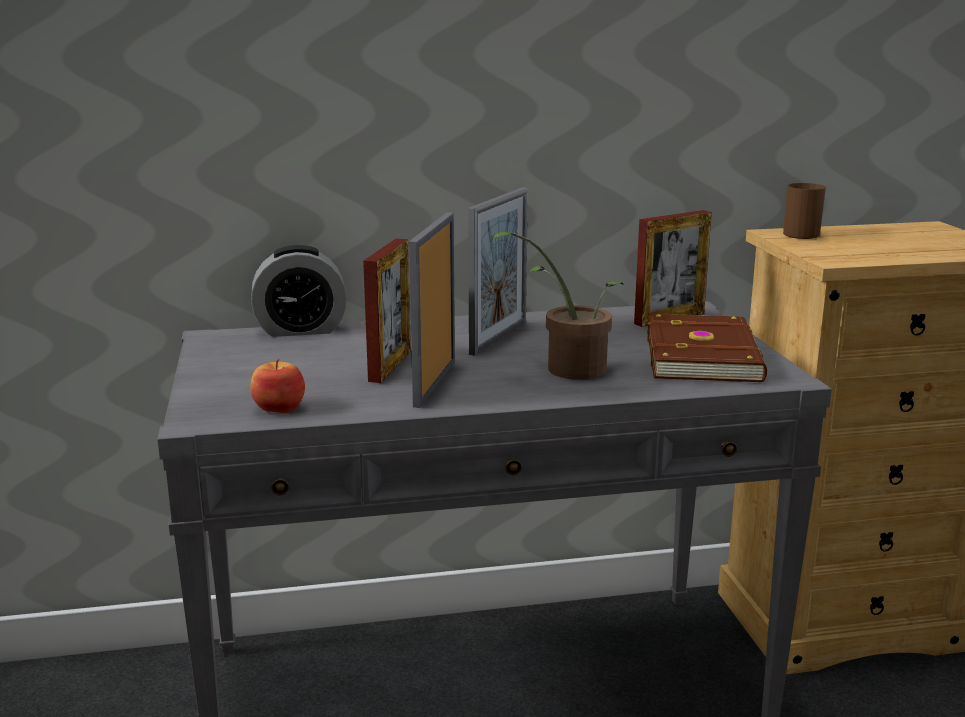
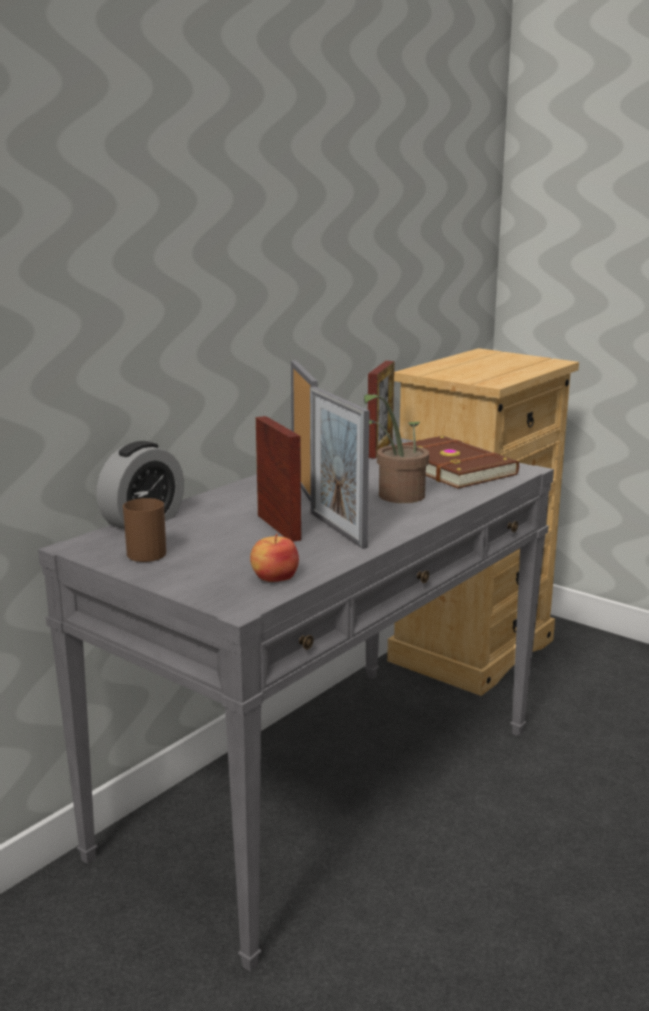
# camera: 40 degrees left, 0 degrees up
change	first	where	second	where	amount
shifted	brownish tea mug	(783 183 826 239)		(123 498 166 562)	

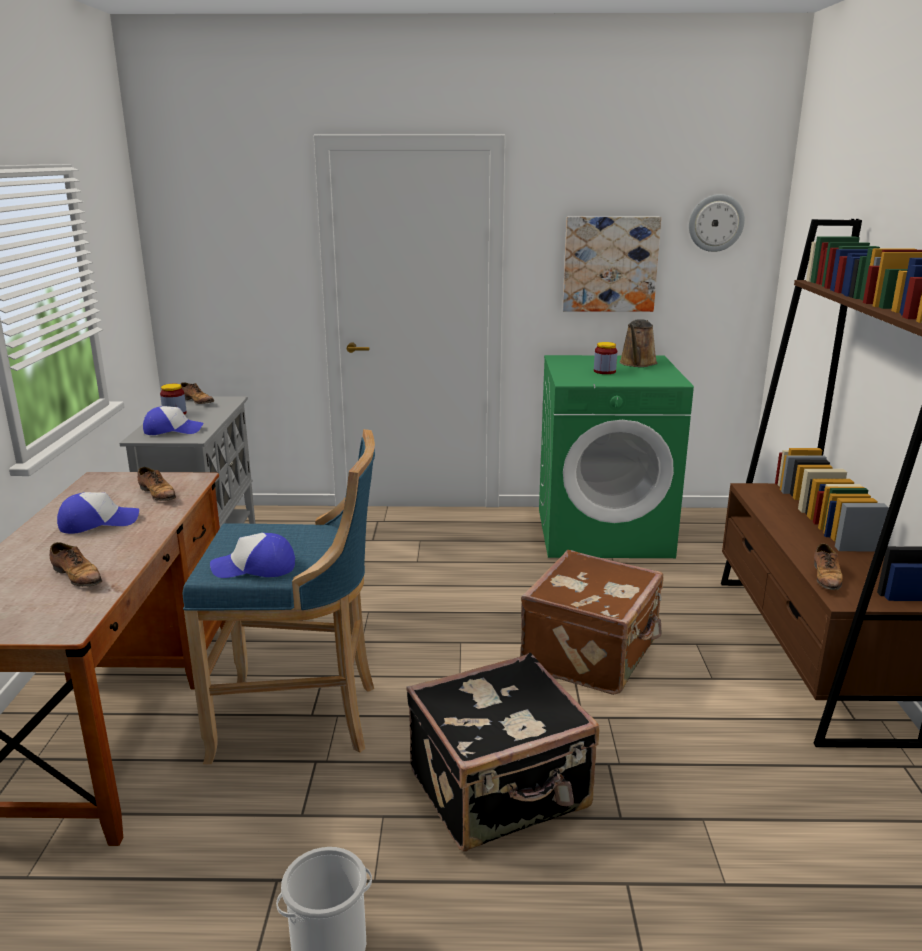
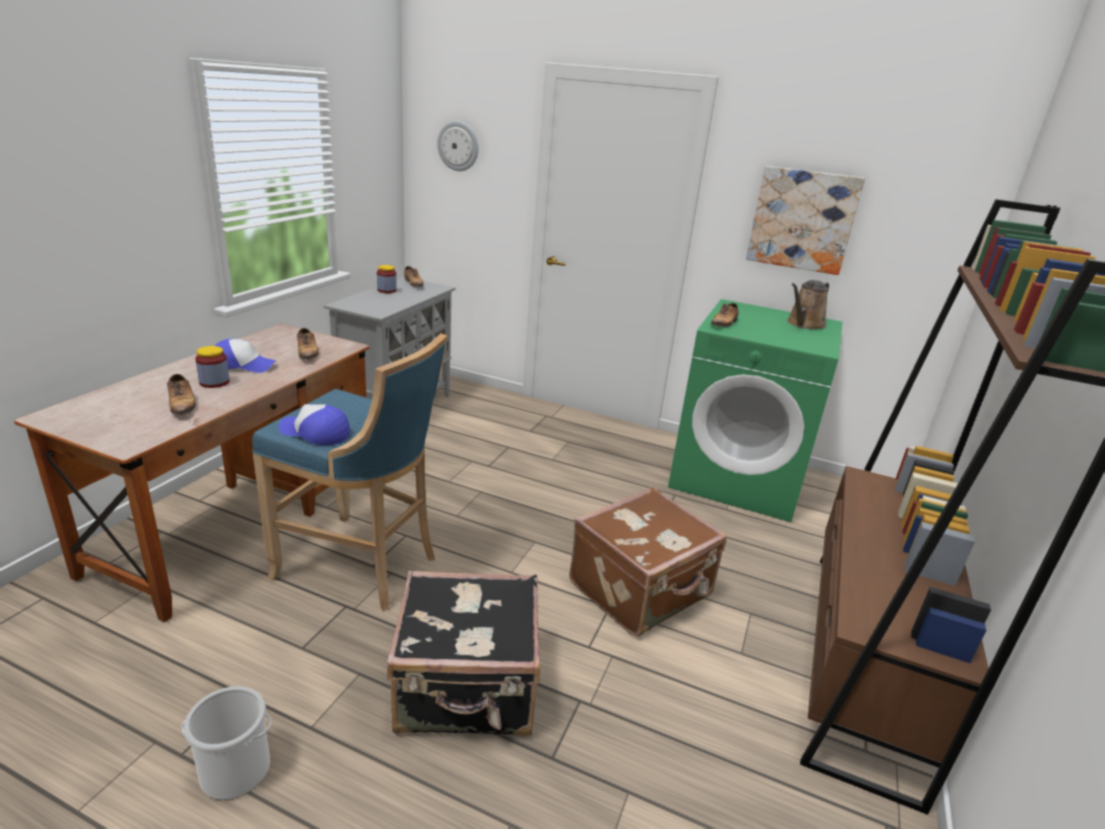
# camera: 20 degrees right, 5 degrees up
change	first	where	second	where	amount
shifted	clock on the wall	(689 194 745 252)		(437 121 478 171)	
shifted	storage jar	(594 342 617 374)		(195 346 230 388)	
gone	peaked cap	(143 406 203 435)			
shifted	shoe	(814 543 843 590)		(711 303 739 327)	

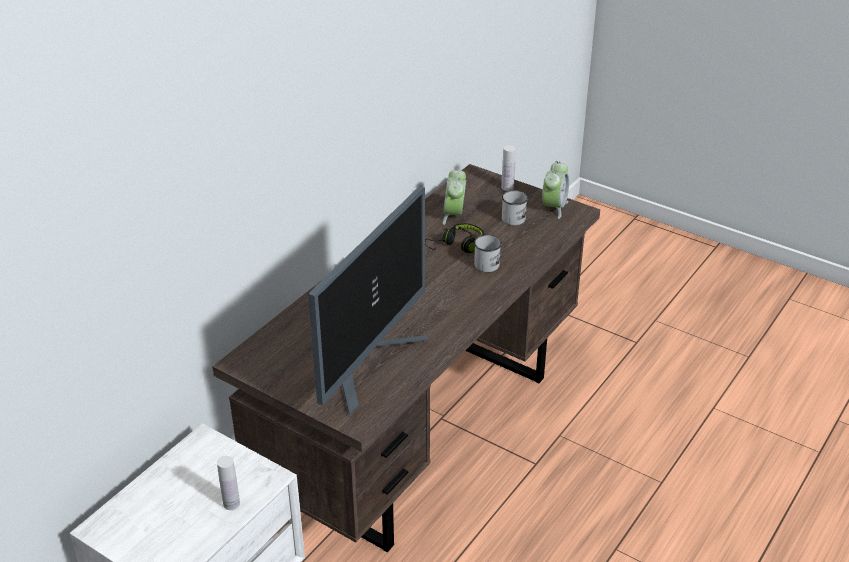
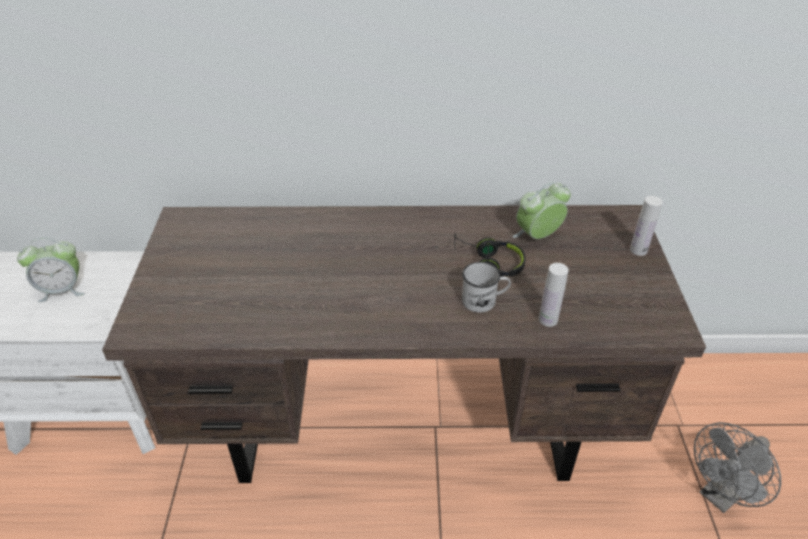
# camera: 55 degrees right, 5 degrees up
change	first	where	second	where	amount
shifted	bedside clock	(542 161 569 219)		(17 237 85 302)	
gone	computer screen	(309 186 428 416)			
gone	white tea mug	(502 190 528 225)			
shifted	white beverage bottle	(217 456 240 510)		(539 263 569 327)	
new			grey fan	(694 422 781 513)	

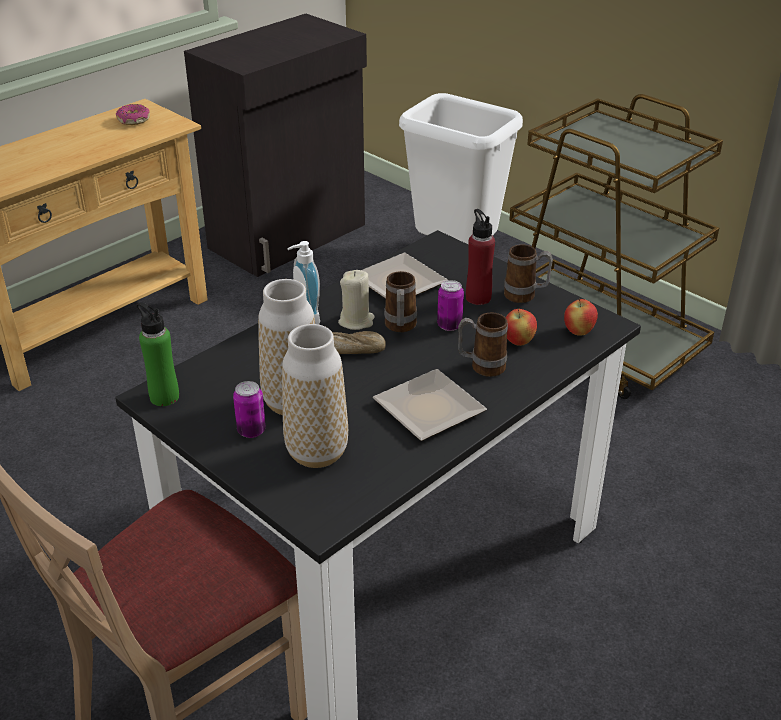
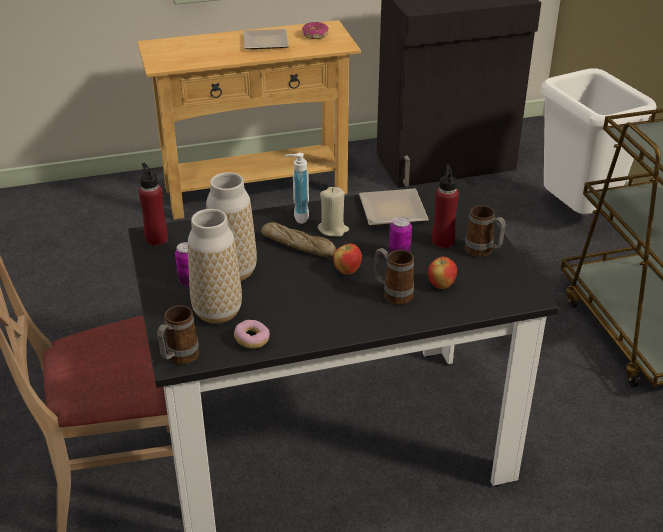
# camera: 30 degrees right, 0 degrees up
change	first	where	second	where	amount
shifted	tea mug	(384 271 417 332)		(157 305 199 365)	
shifted	whole apple	(564 298 598 336)		(333 242 362 275)	
repainted	greenish beverage bottle	(137 302 179 406)	red beverage bottle	(139 163 168 246)	
shifted	plate	(373 369 487 441)		(243 29 289 49)	
new			doughnut	(234 320 270 349)	

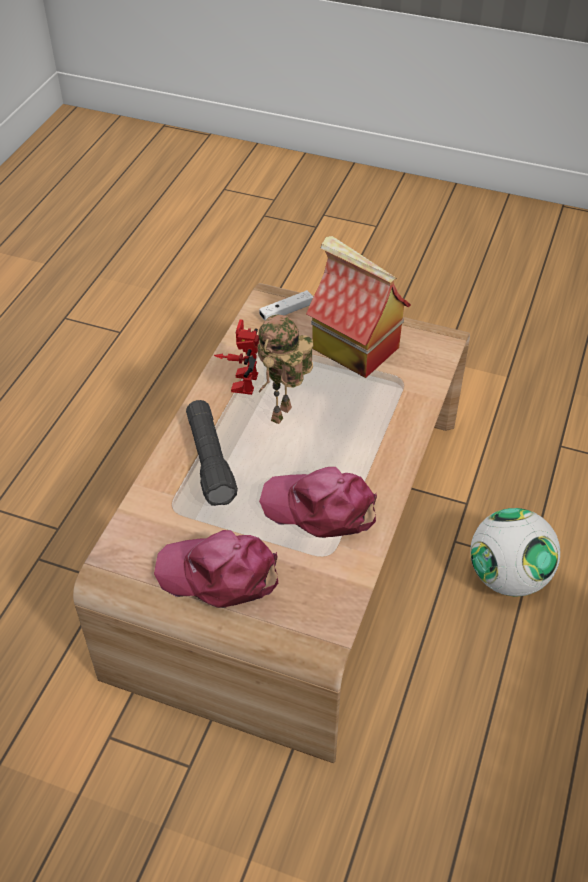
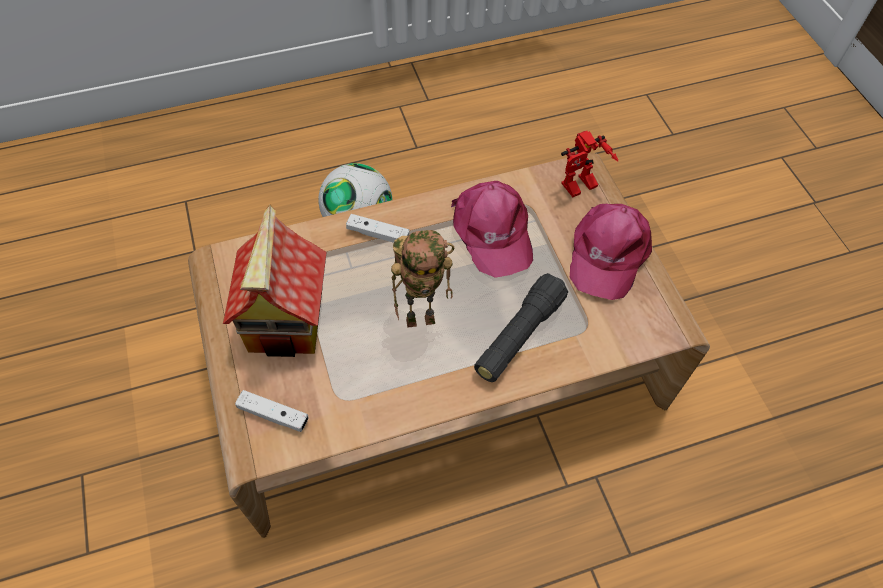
# camera: 130 degrees left, 10 degrees up
change	first	where	second	where	amount
shifted	toy robot	(214 319 259 395)		(561 131 618 197)	
rotated	pink-coloured peaked cap	(154 530 278 608)		(570 204 652 300)	45 degrees clockwise
new			white gamepad	(346 214 409 243)	

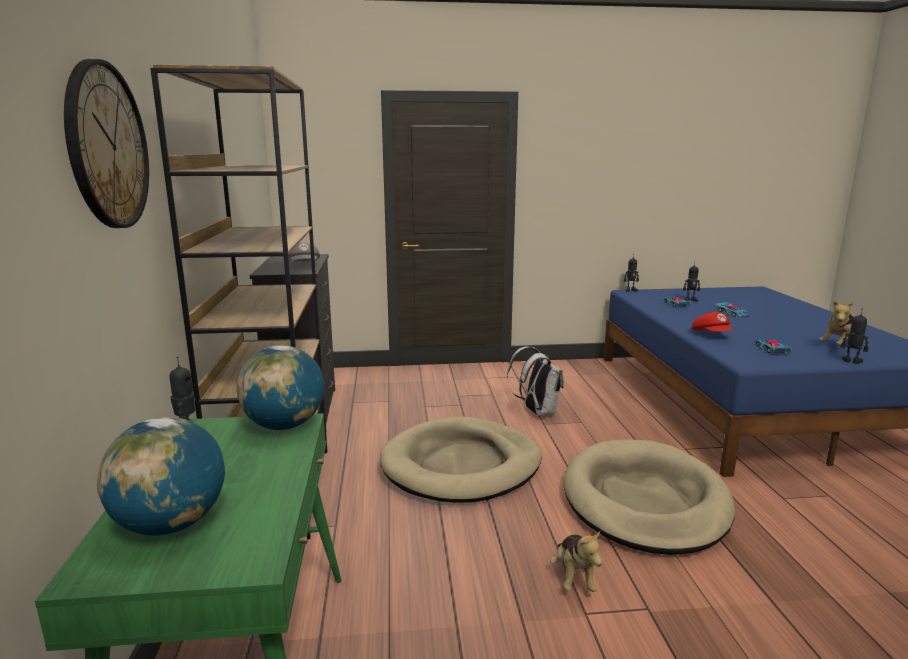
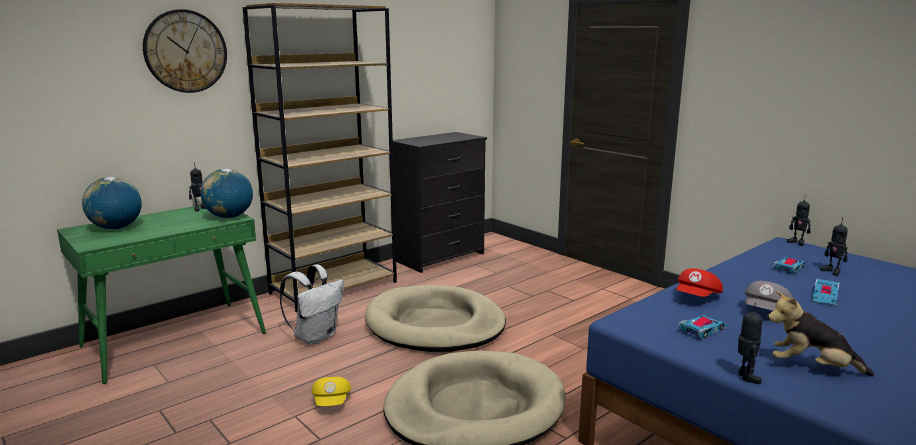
# camera: 55 degrees right, 0 degrees up
change	first	where	second	where	amount
shifted	grey peaked cap	(288 243 320 263)		(745 281 793 311)	
shifted	white rucksack	(507 347 564 416)		(279 264 344 345)	
swapped	cuddly toy	(550 531 602 592)	yellow peaked cap	(311 377 351 406)	

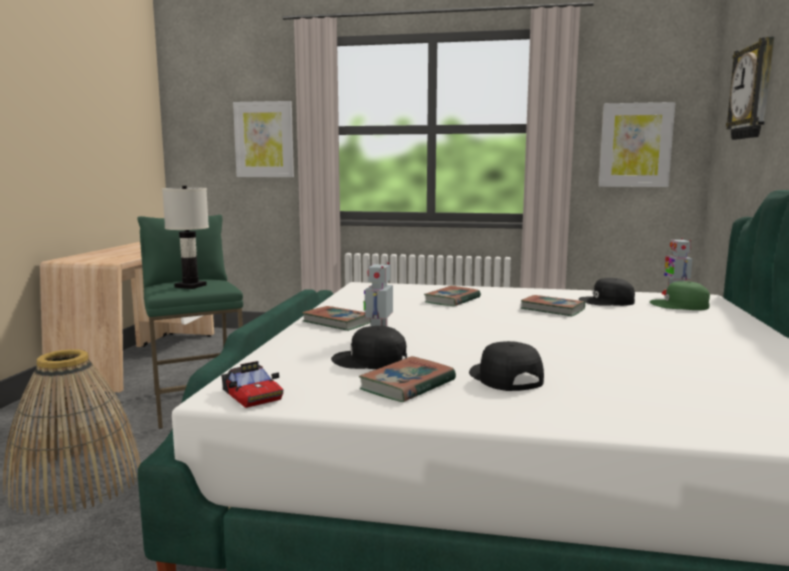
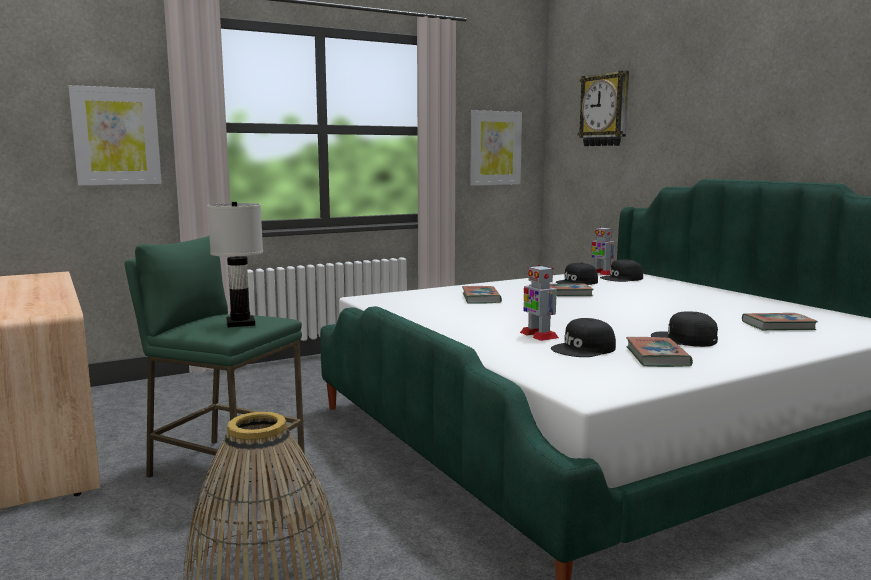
# camera: 40 degrees left, 0 degrees up
change	first	where	second	where	amount
repainted	greenish peaked cap	(650 281 710 310)	black-coloured peaked cap	(600 259 643 282)	
shifted	volume	(302 306 371 331)		(742 313 818 330)	
gone	model car	(221 361 283 408)			

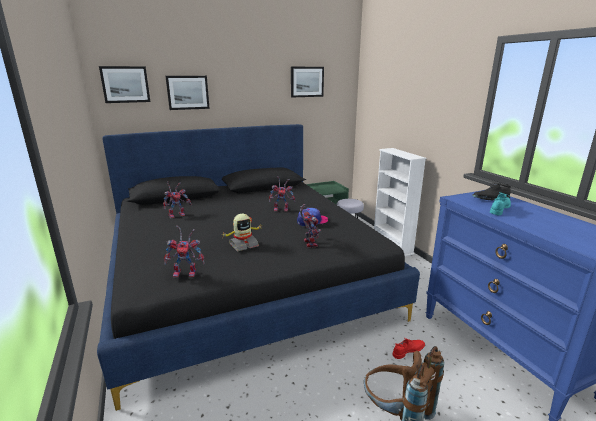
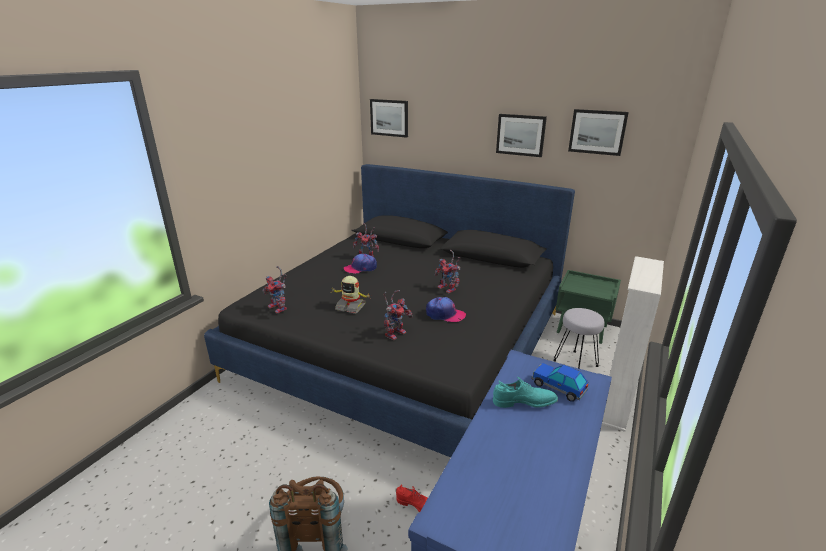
# camera: 50 degrees right, 5 degrees up
change	first	where	second	where	amount
shifted	wall picture	(165 76 210 110)		(496 114 547 157)	
swapped	black-coloured shoe	(472 183 511 200)	model car	(531 363 588 402)	
new			peaked cap	(343 254 377 274)	

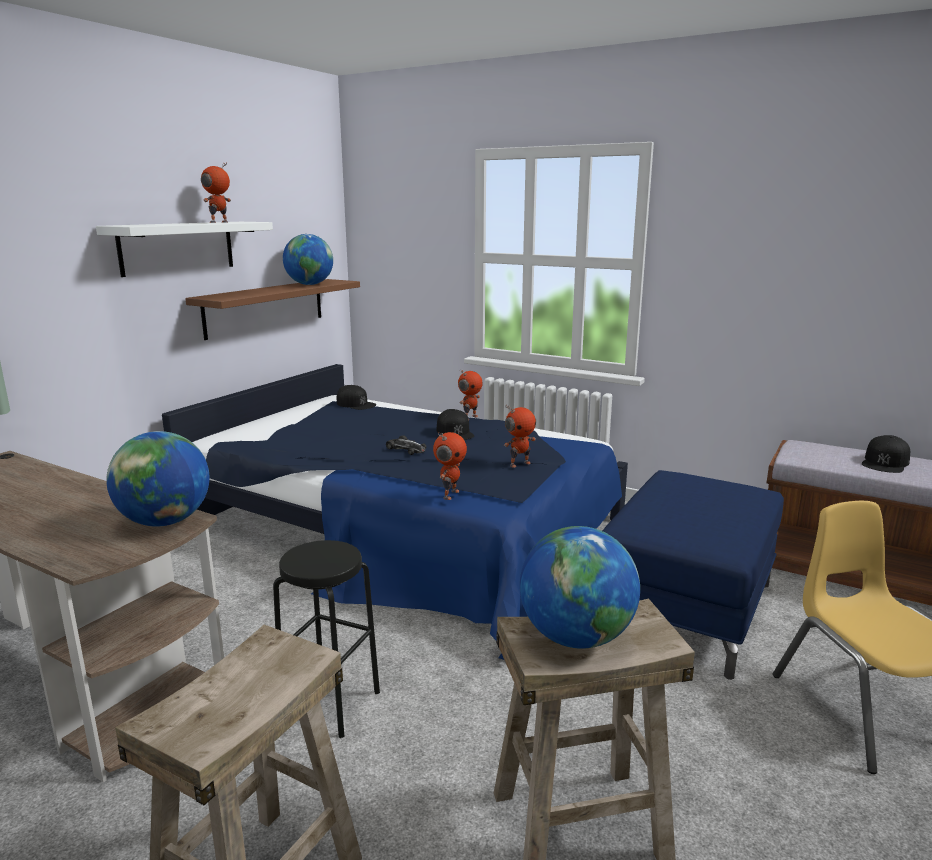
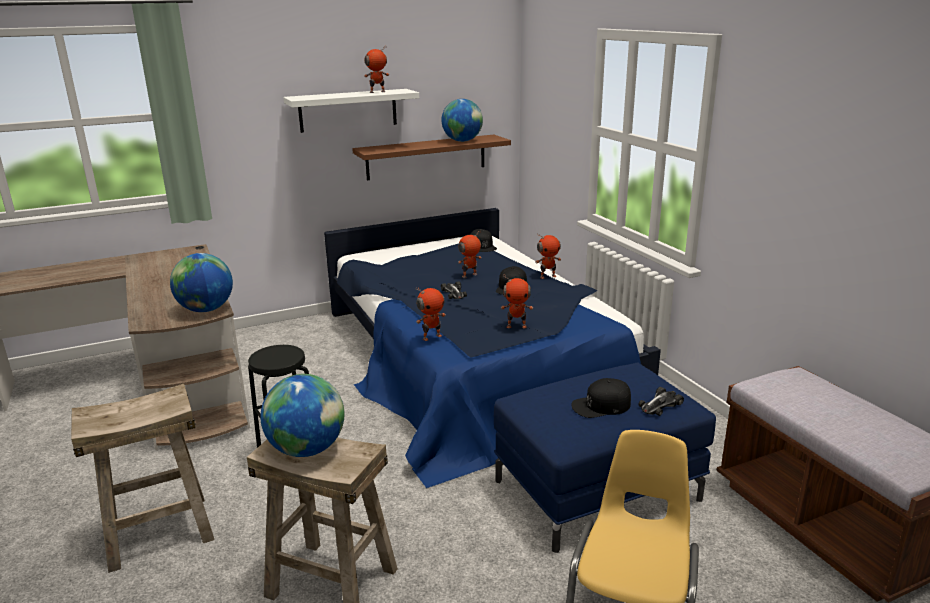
# camera: 35 degrees right, 5 degrees up
change	first	where	second	where	amount
shifted	black-coloured peaked cap	(862 435 910 473)		(572 378 631 418)	
new			toy robot	(458 231 482 278)	
new			model car	(638 387 684 416)	

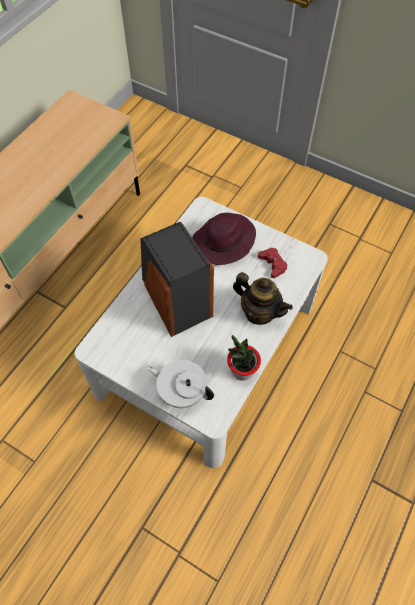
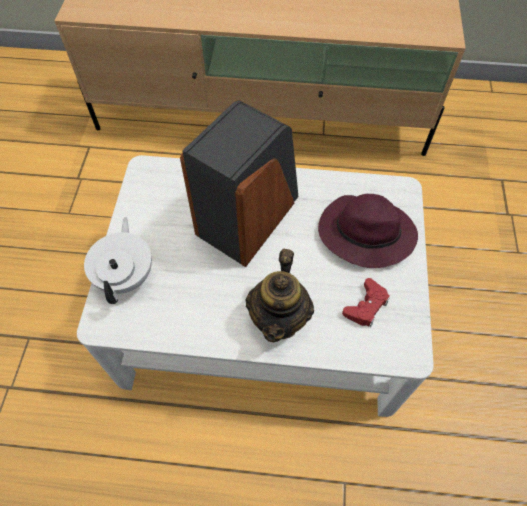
# camera: 65 degrees right, 0 degrees up
change	first	where	second	where	amount
gone	plant in a pot	(227 335 261 381)			

